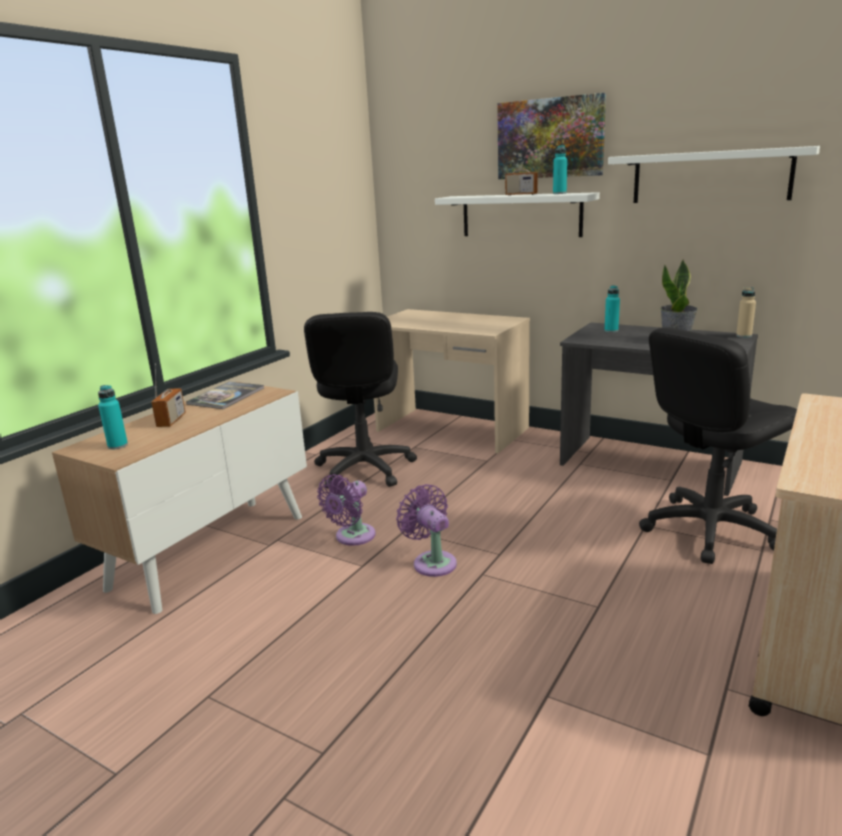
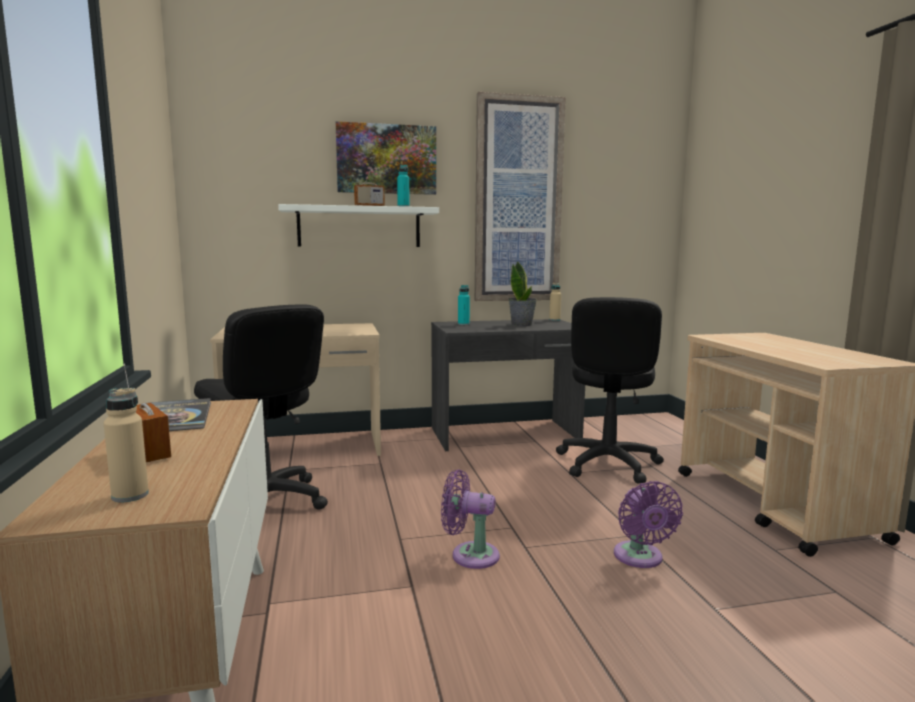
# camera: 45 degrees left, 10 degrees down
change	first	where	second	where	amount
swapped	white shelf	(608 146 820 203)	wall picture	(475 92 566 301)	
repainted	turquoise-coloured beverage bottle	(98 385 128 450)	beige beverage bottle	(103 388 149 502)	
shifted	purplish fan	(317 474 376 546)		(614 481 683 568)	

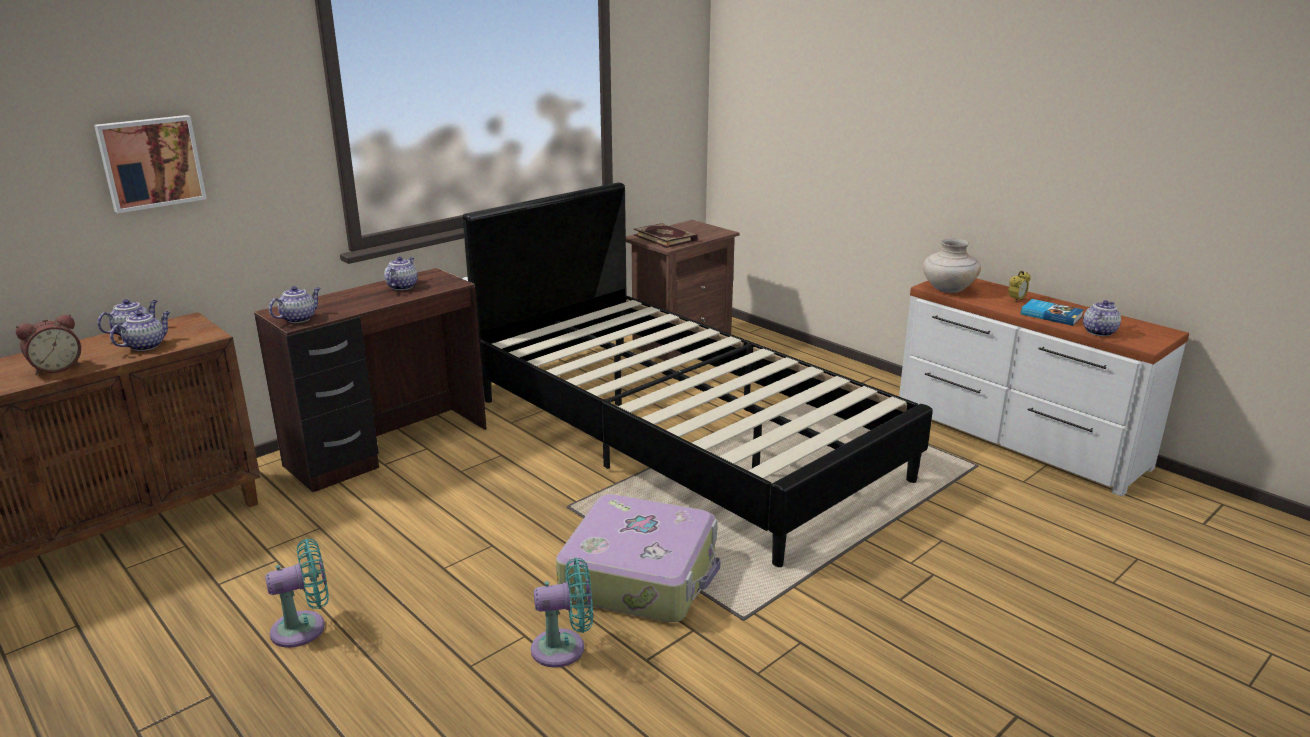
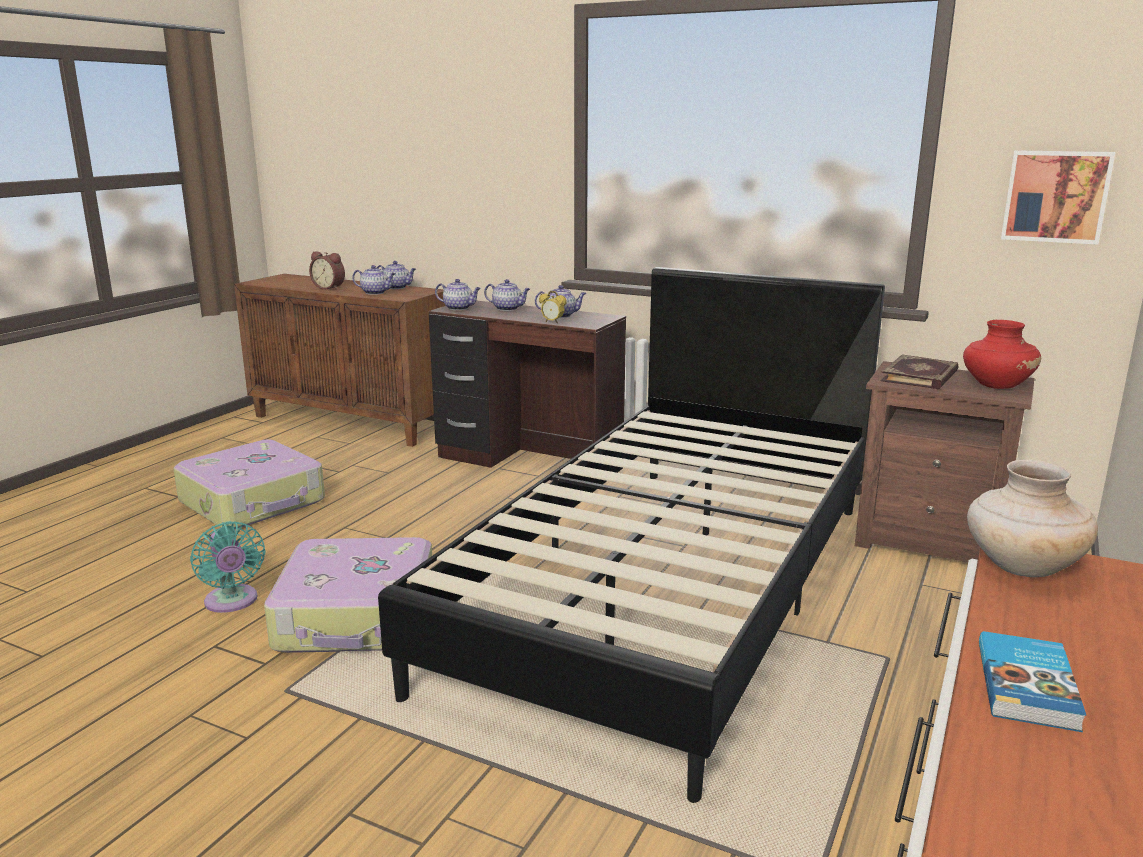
# camera: 70 degrees right, 5 degrees down
change	first	where	second	where	amount
shifted	wall picture	(94 115 207 213)		(1001 150 1116 245)	
shifted	bedside clock	(1008 270 1031 302)		(539 291 567 323)	
shifted	pot for tea	(1083 300 1121 336)		(484 279 530 311)	
swapped	turquoise-coloured fan	(265 539 329 648)	travel case	(173 439 325 529)	
new			red flower vase	(963 320 1041 389)	

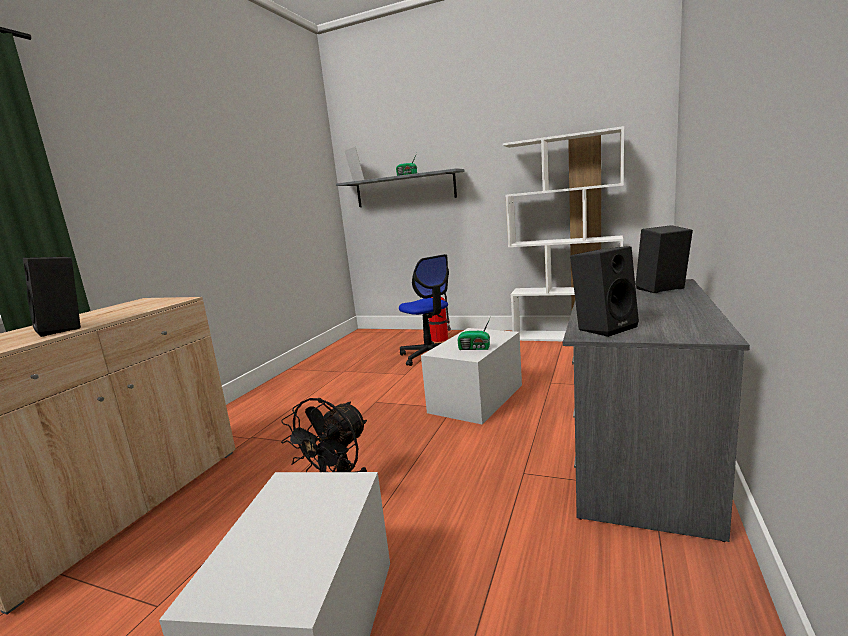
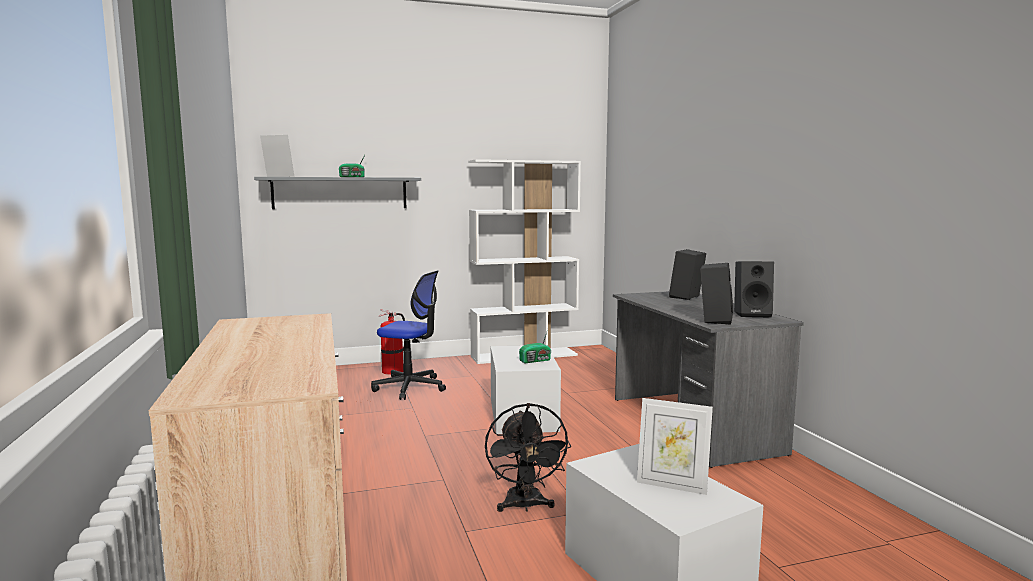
# camera: 40 degrees left, 5 degrees down
change	first	where	second	where	amount
shifted	black-coloured audio speaker	(23 257 81 337)		(734 261 774 318)	
new			picture frame	(637 398 713 495)	

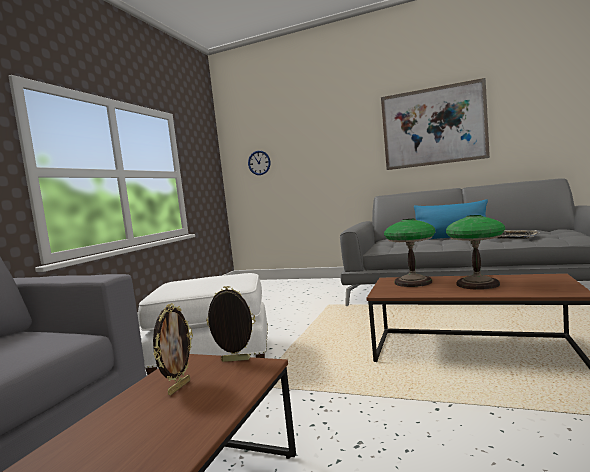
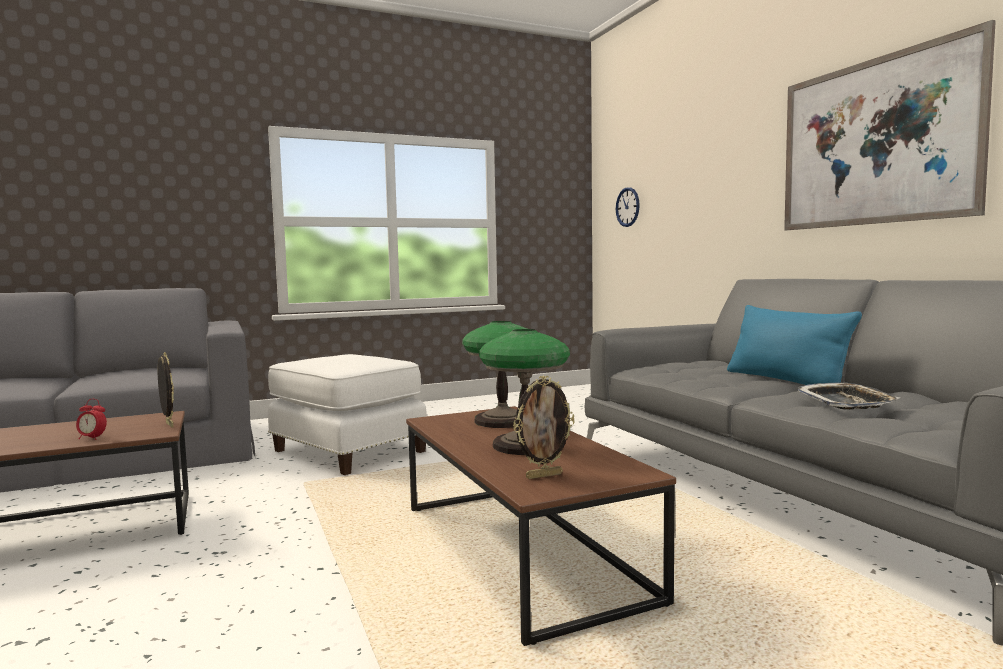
# camera: 45 degrees right, 0 degrees up
change	first	where	second	where	amount
shifted	picture frame	(153 303 193 395)		(513 375 575 479)	
new			bedside clock	(76 399 107 440)	

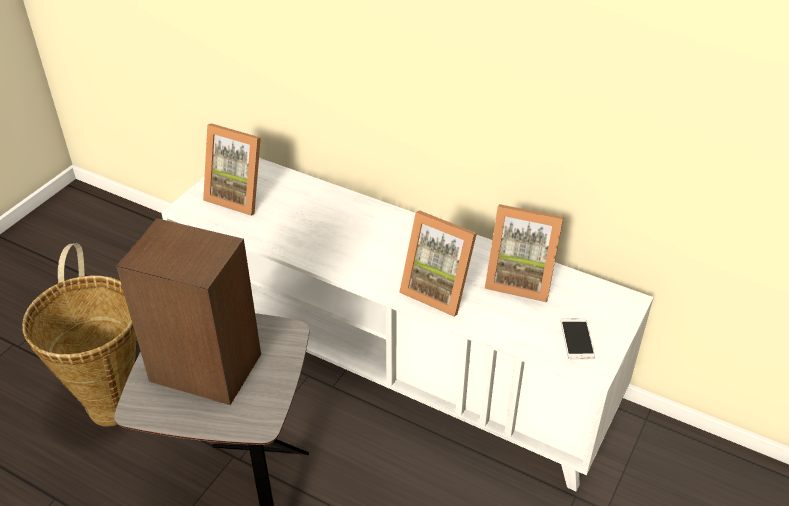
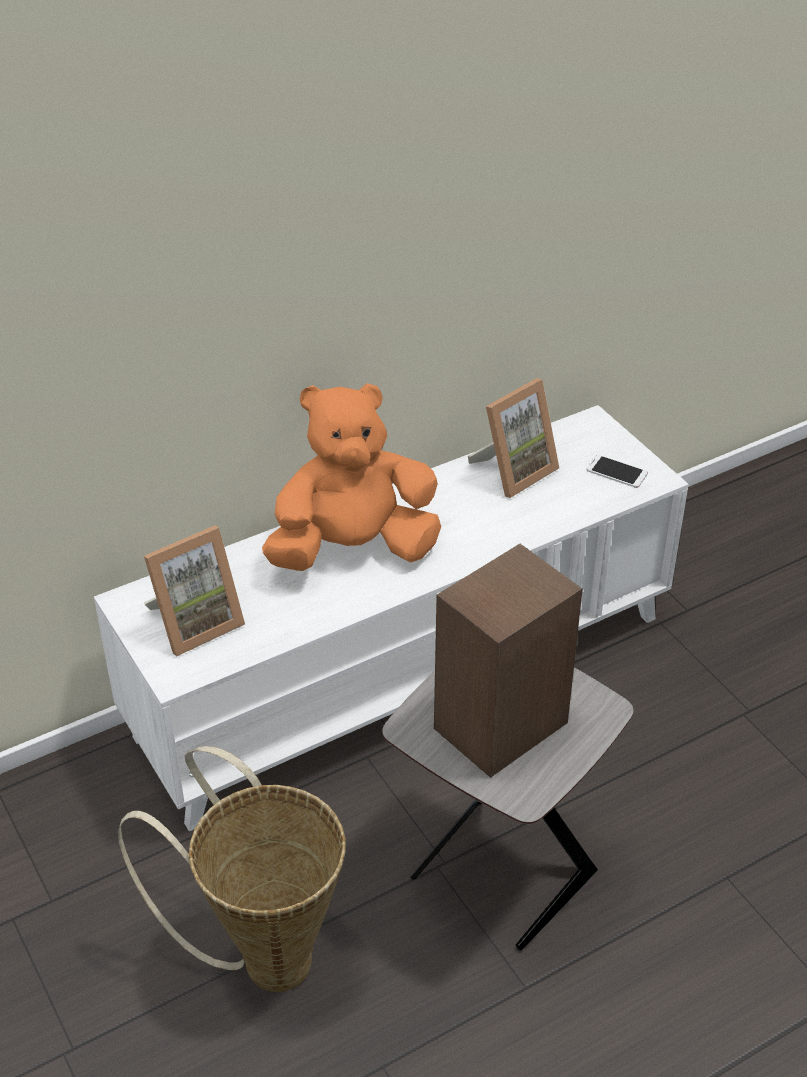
# camera: 60 degrees left, 0 degrees up
change	first	where	second	where	amount
gone	picture frame	(399 210 477 317)			
new			orangey cuddly toy	(262 383 441 571)	

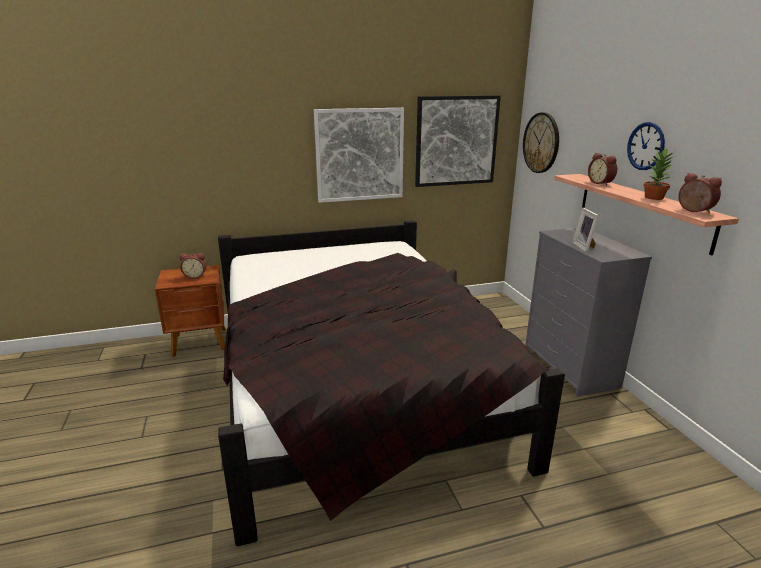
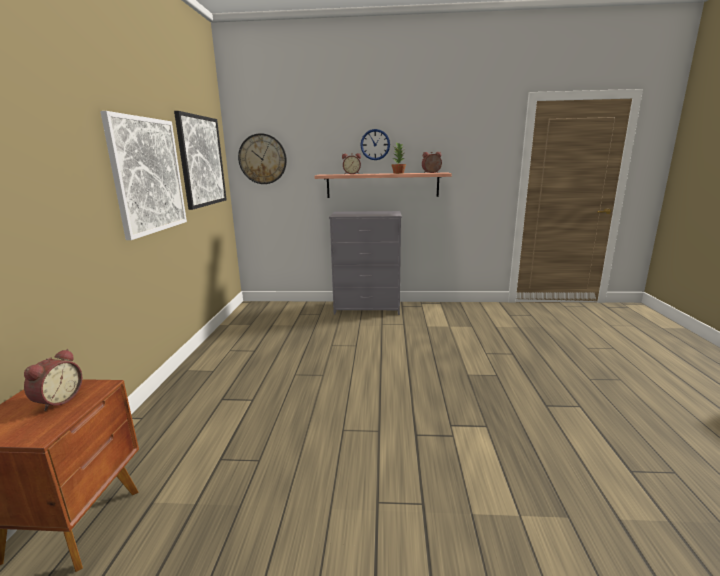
# camera: 70 degrees left, 5 degrees down
change	first	where	second	where	amount
gone	picture frame	(572 208 599 252)			
gone	black-coloured bed	(218 220 565 546)			

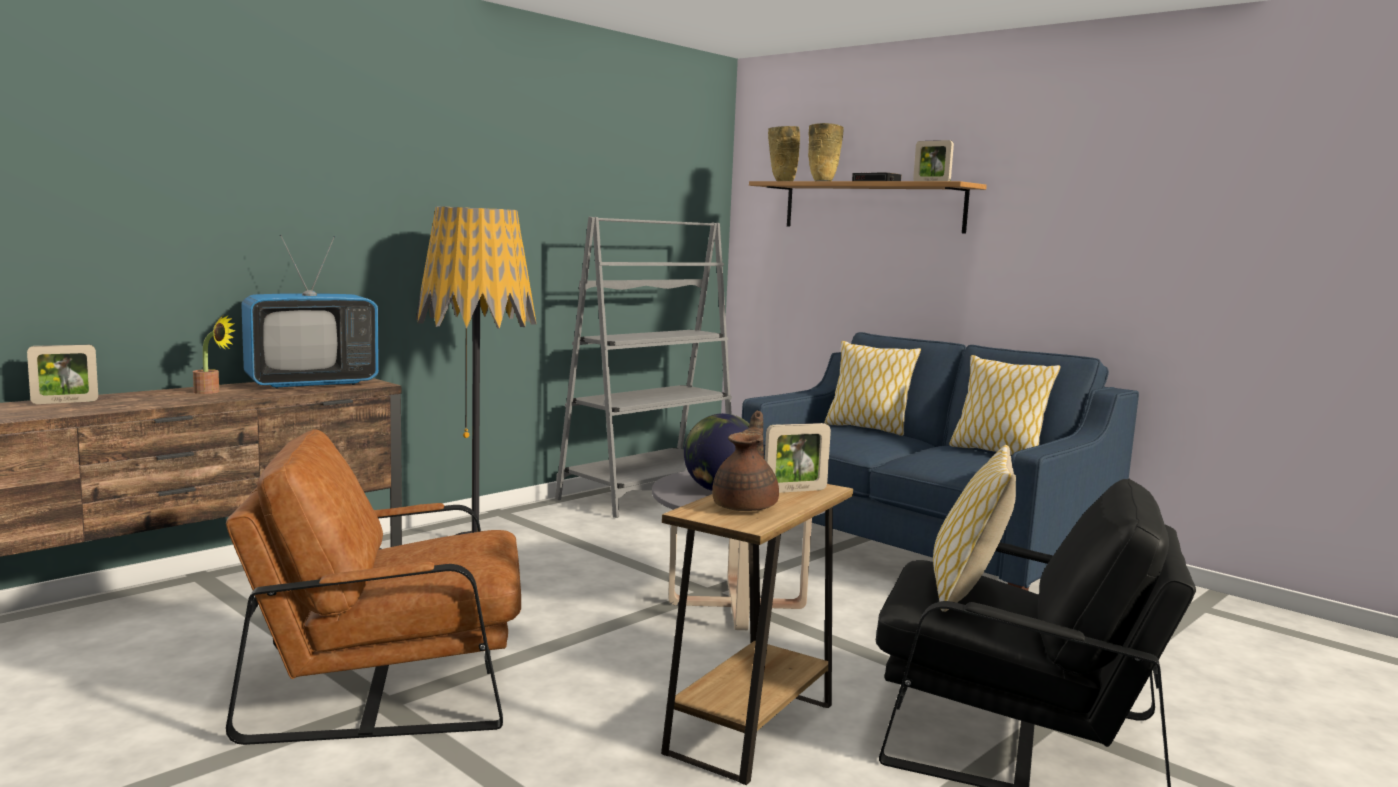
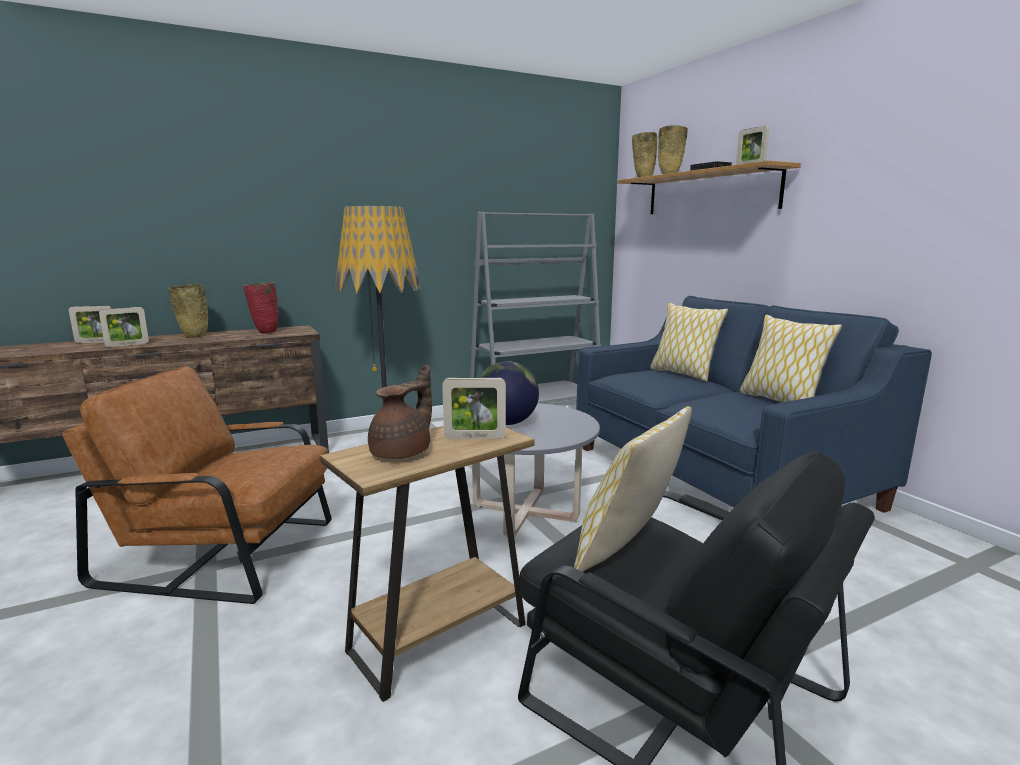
# camera: 20 degrees right, 5 degrees up
change	first	where	second	where	amount
swapped	television	(241 234 379 389)	red flower vase	(243 282 278 333)	
swapped	plant in a pot	(193 315 236 394)	beige flower vase	(168 284 208 338)	
new			picture frame	(99 307 149 347)	

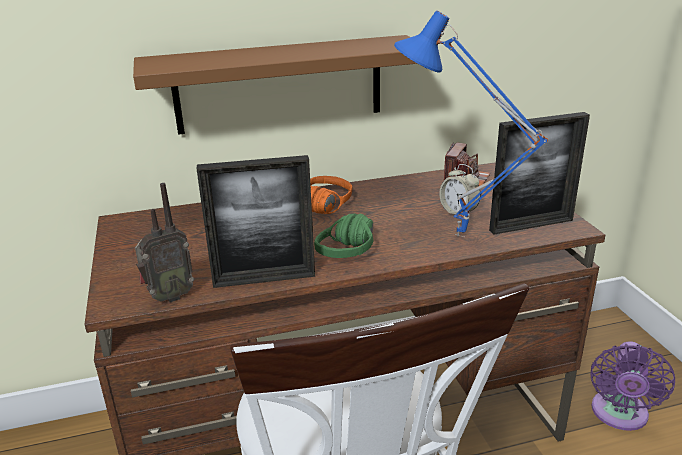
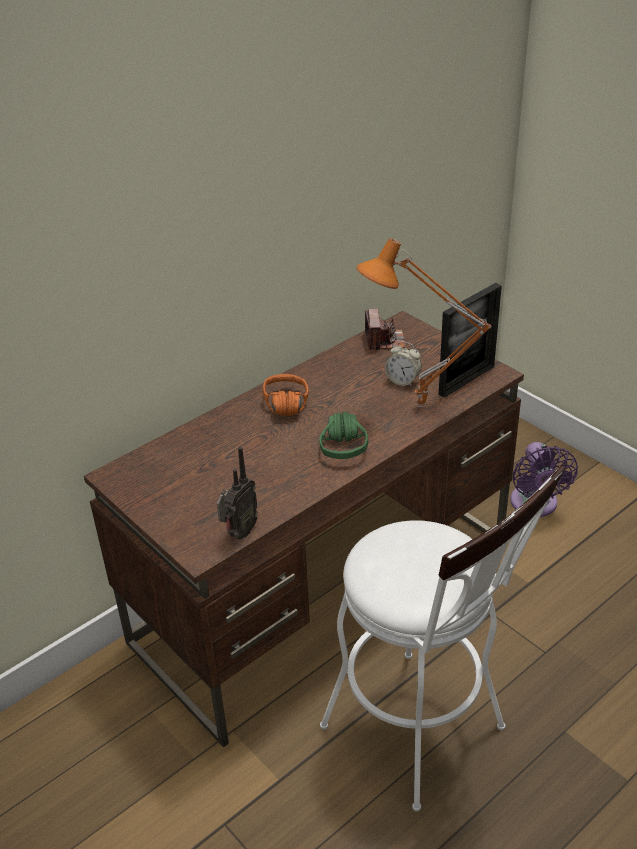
# camera: 25 degrees left, 10 degrees up
change	first	where	second	where	amount
repainted	bluish lamp for a table	(394 10 548 238)	orangey lamp for a table	(356 238 491 407)	
gone	brownish shelf	(133 35 417 135)			
gone	picture frame	(196 155 315 288)			

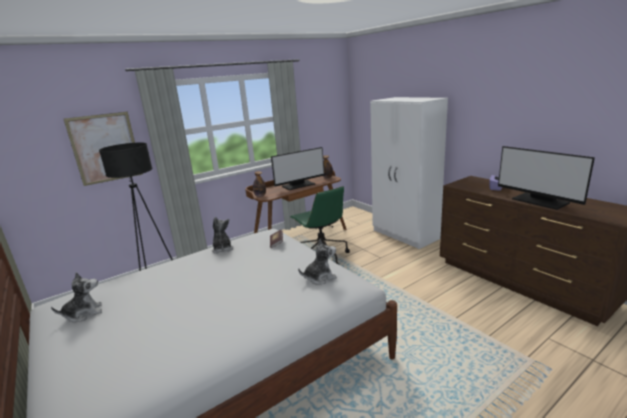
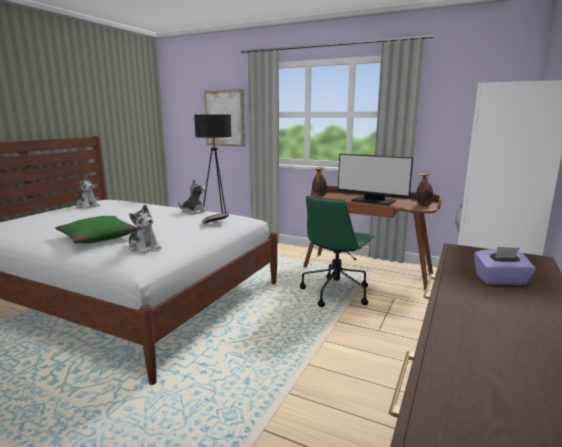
# camera: 60 degrees right, 5 degrees down
change	first	where	second	where	amount
gone	computer screen	(498 146 595 210)			
new			greenish throw pillow	(55 216 137 244)	

